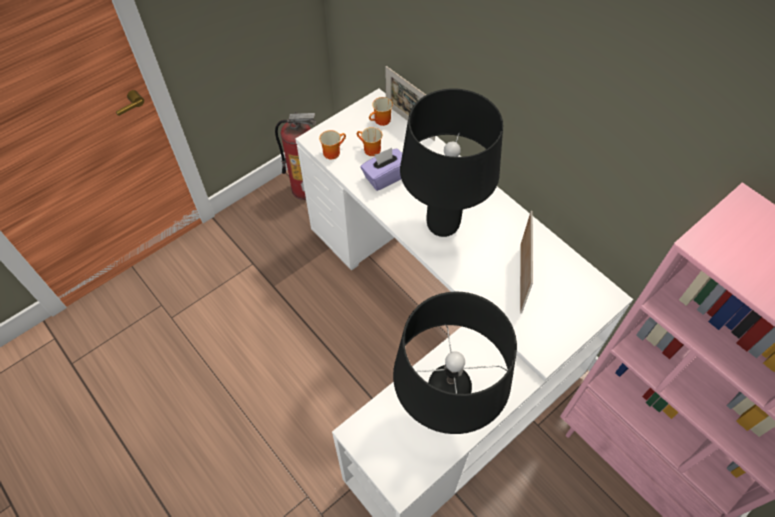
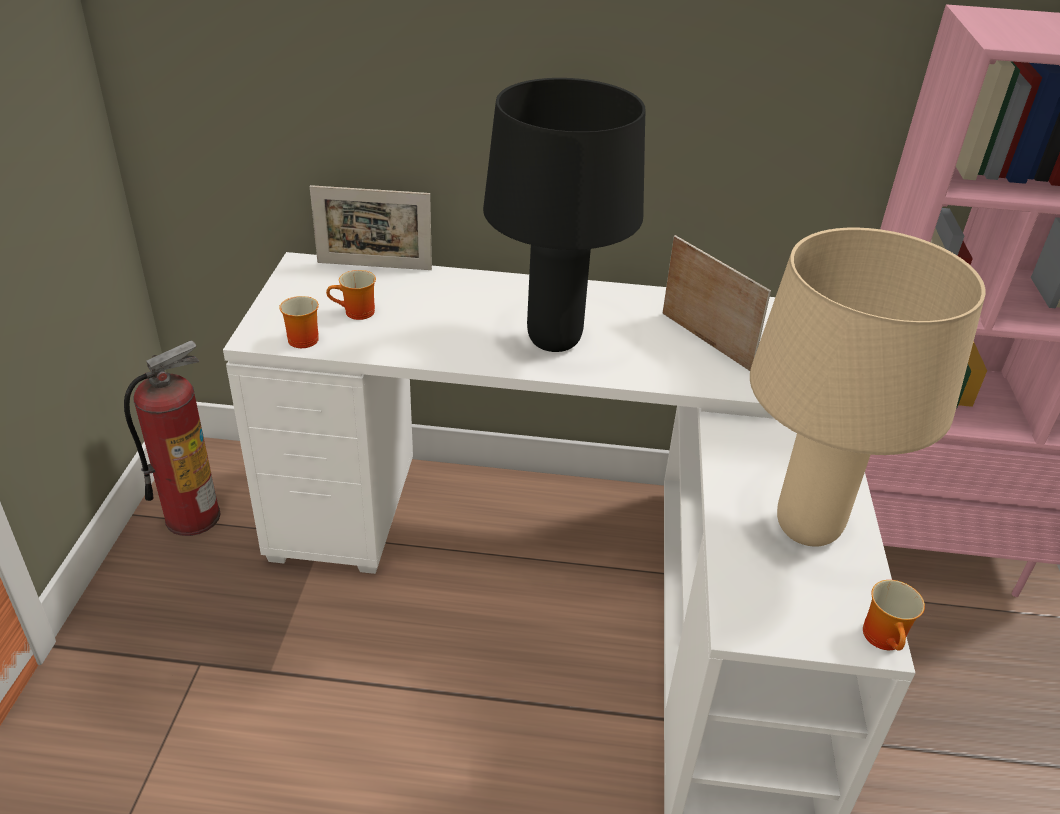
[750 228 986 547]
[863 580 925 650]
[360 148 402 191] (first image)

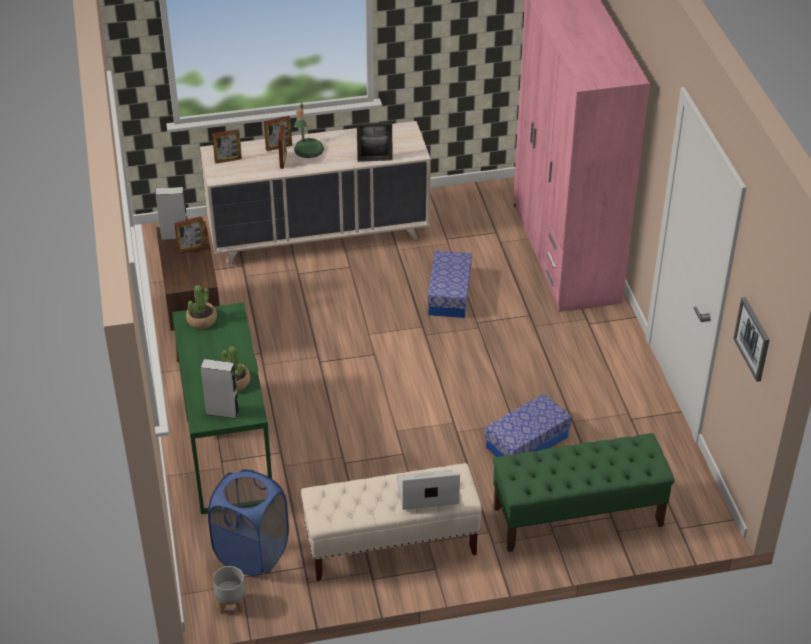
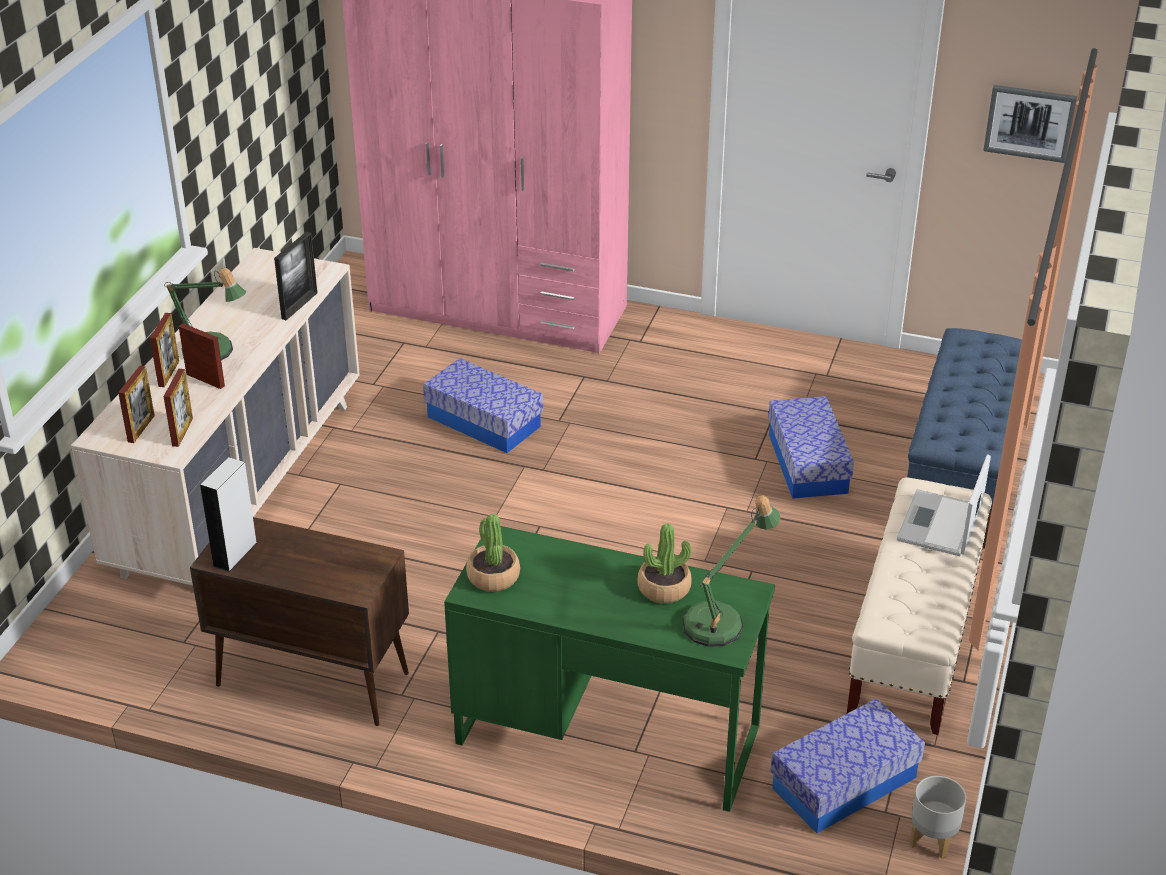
[163 369 193 447]
[682 495 781 647]
[770 699 925 833]
[907 328 1022 549]

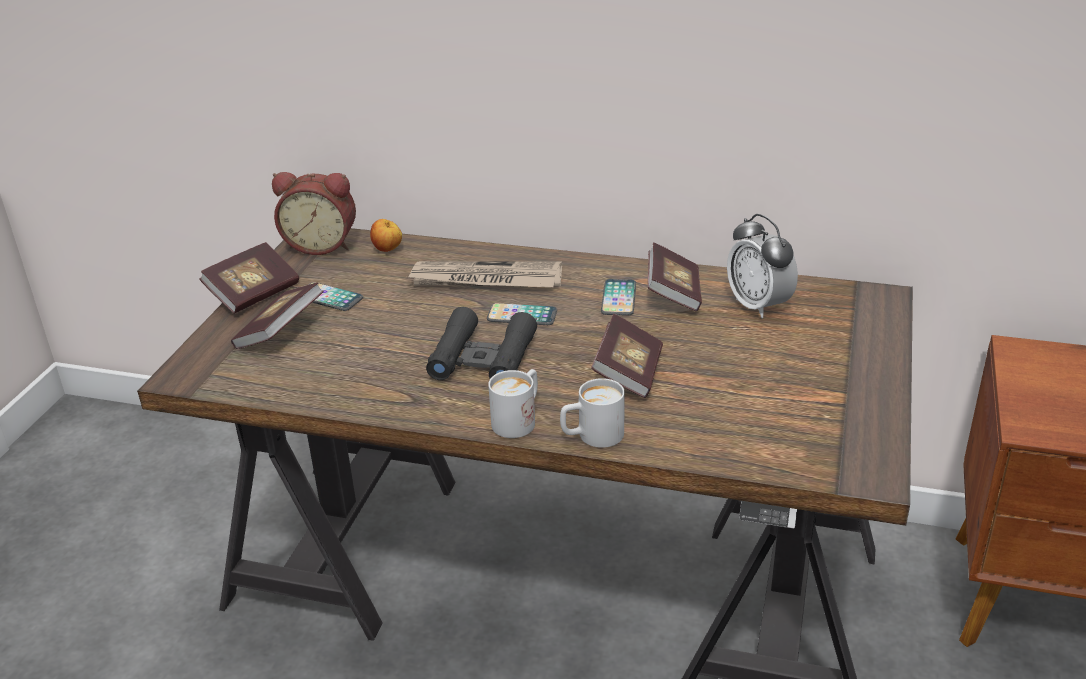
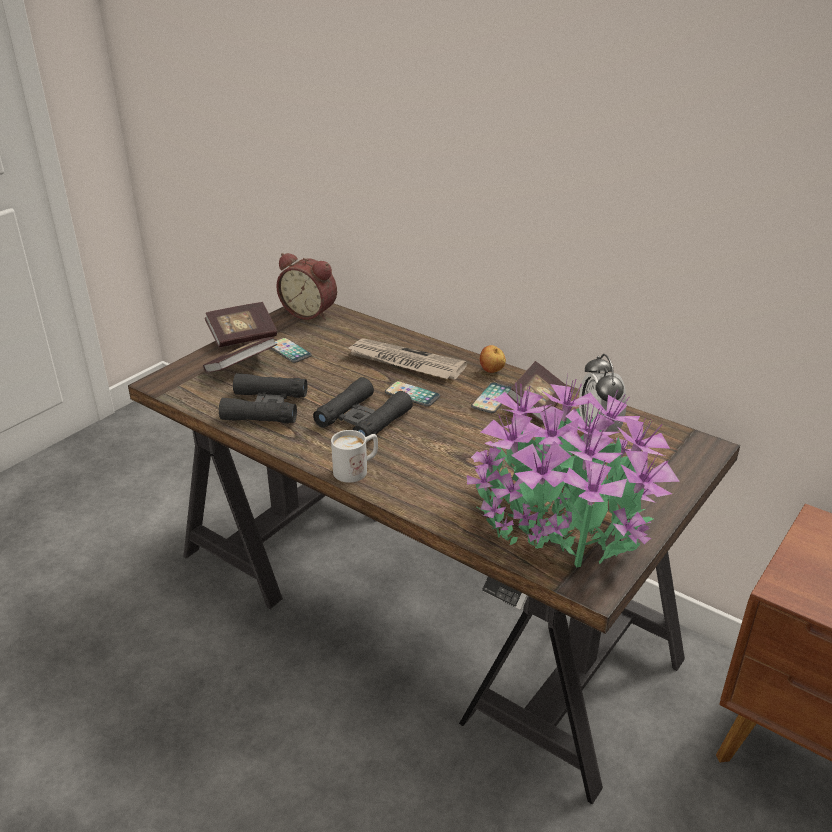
[219 373 308 424]
[467 373 680 568]
[480 345 506 373]
[560 378 625 448] (first image)
[591 314 663 398] (first image)

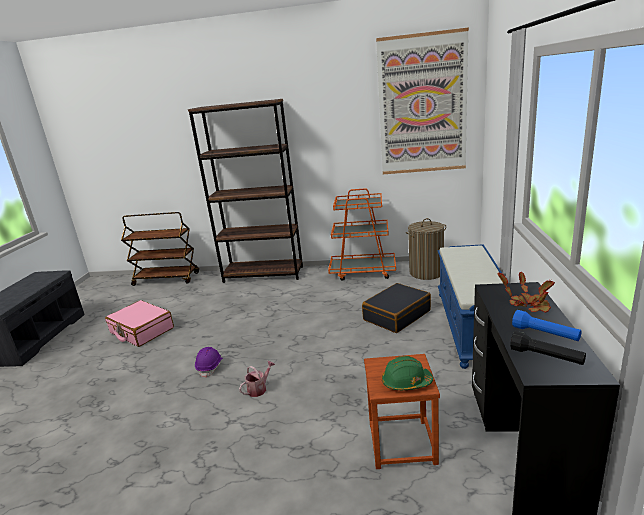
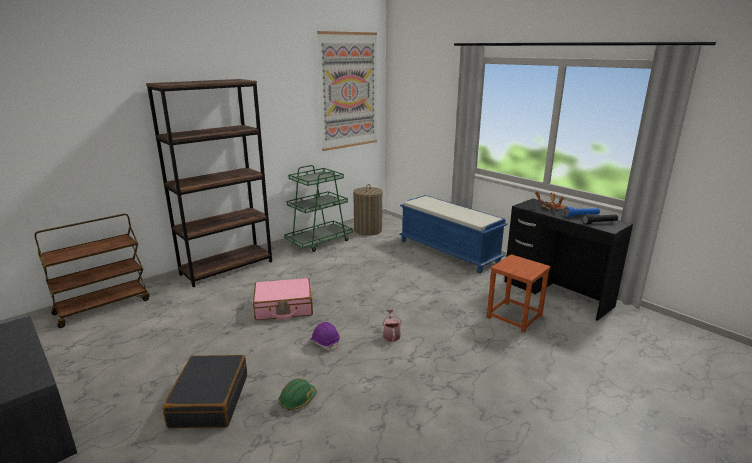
[163 355 247 428]
[253 278 313 320]
[279 378 317 410]
[284 165 353 252]

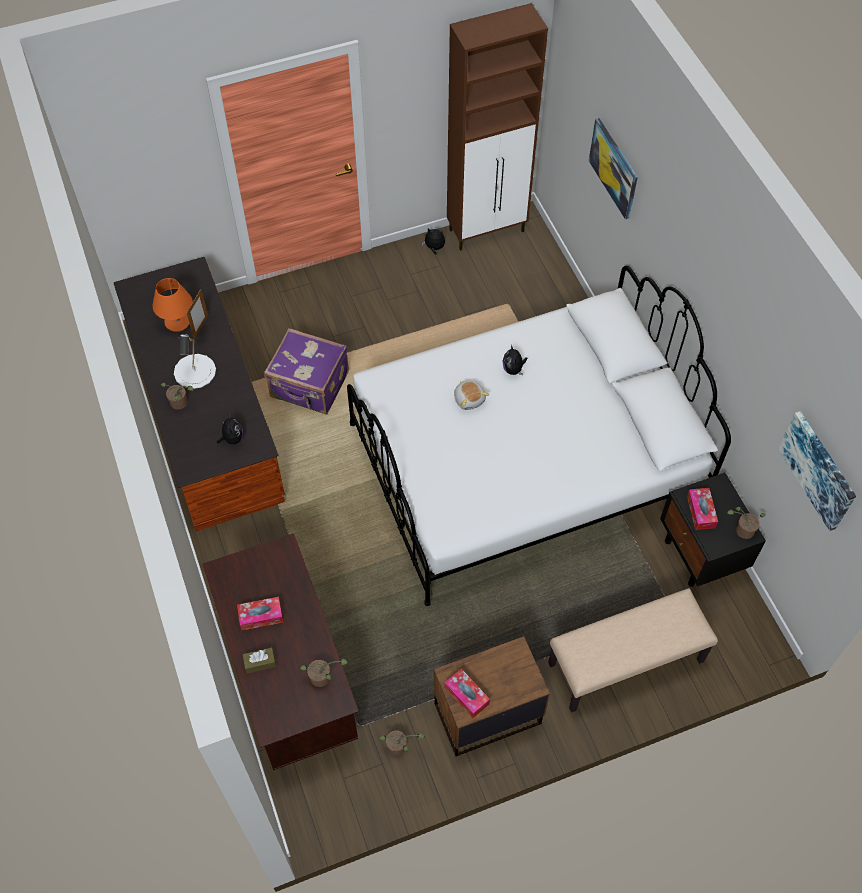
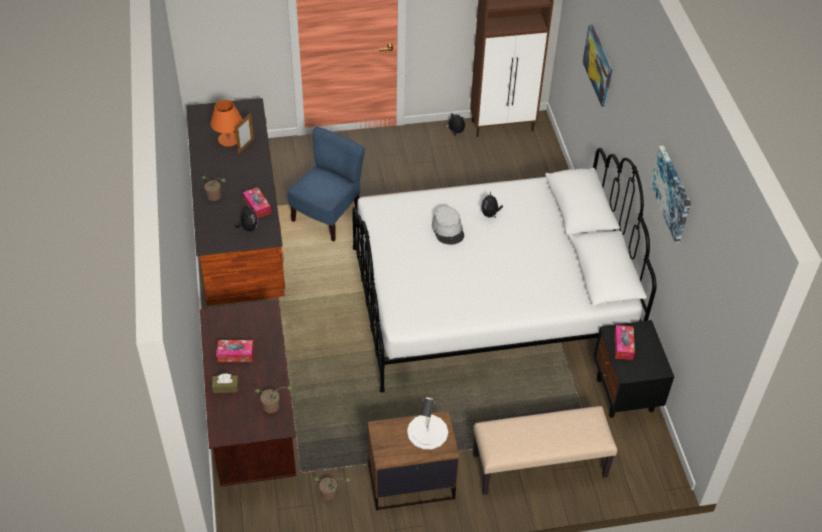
[243 187 271 218]
[287 127 365 242]
[407 397 448 449]
[432 206 464 245]
[650 146 691 243]
[726 507 766 539] (first image)

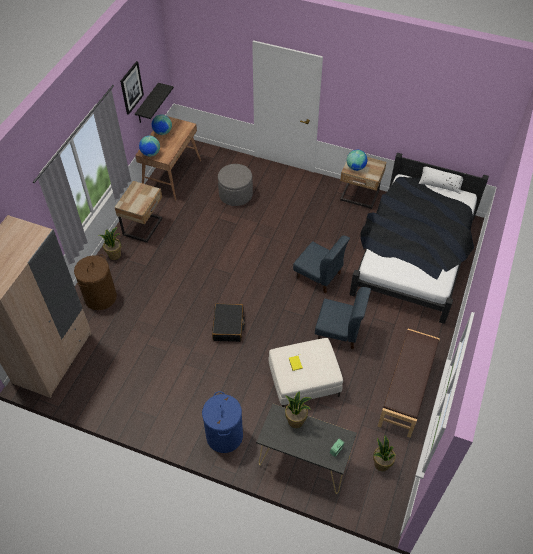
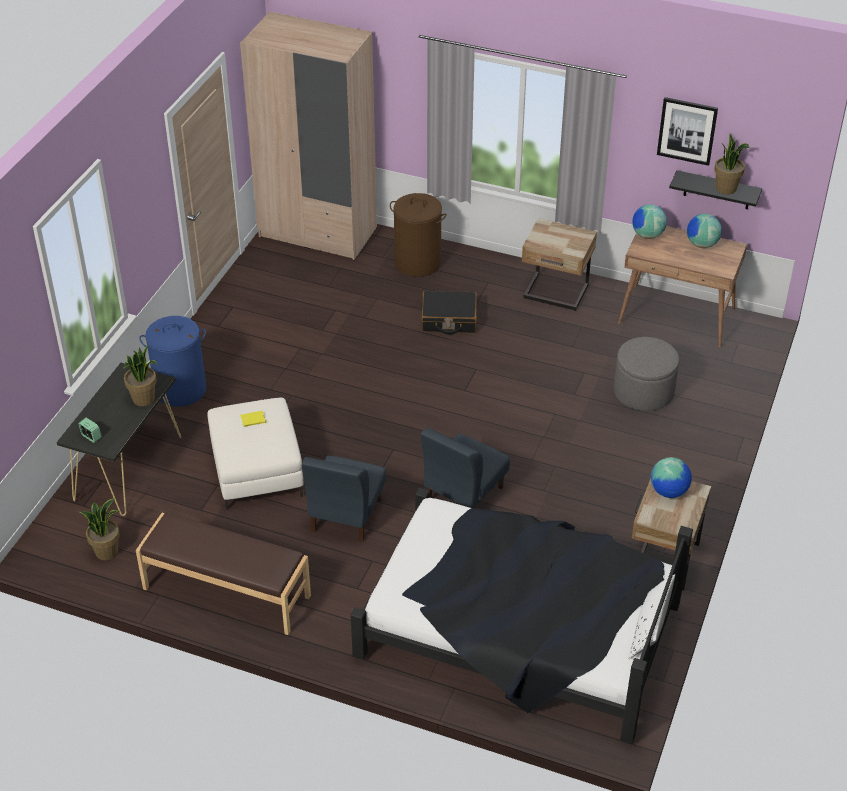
[421 291 477 334]
[714 134 750 195]

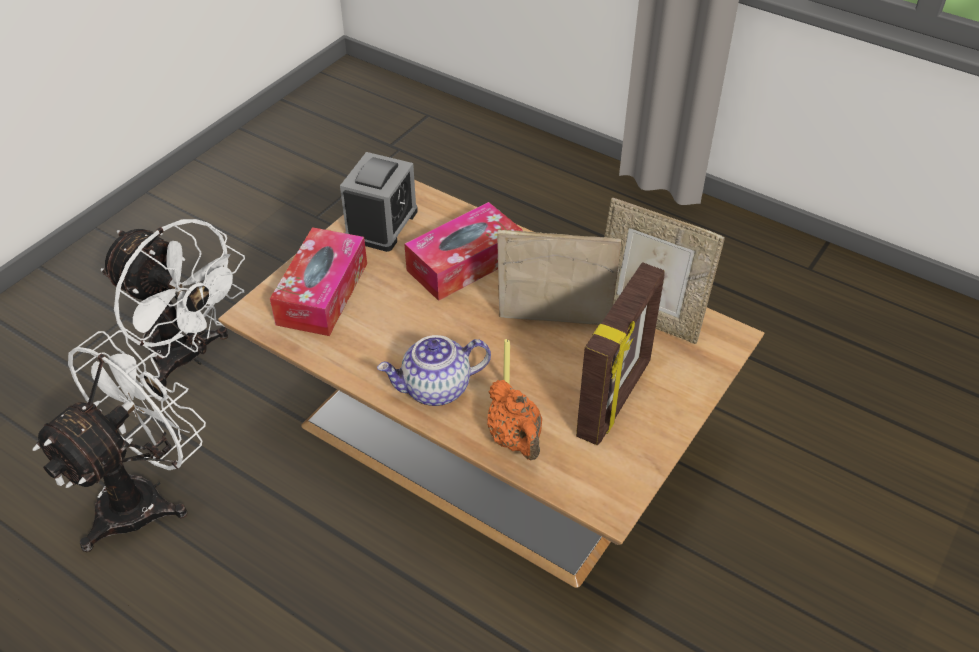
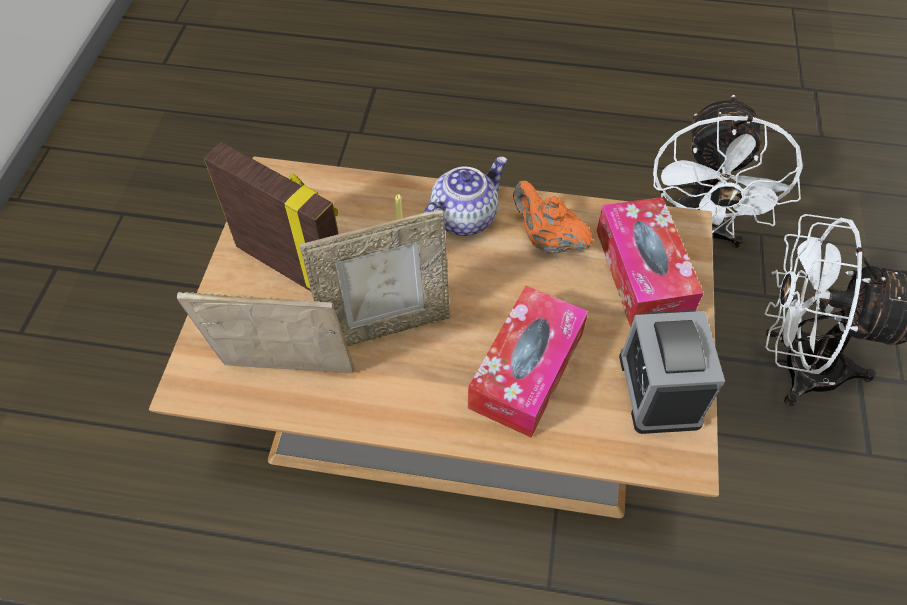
[204 142 339 291]
[513 181 593 254]

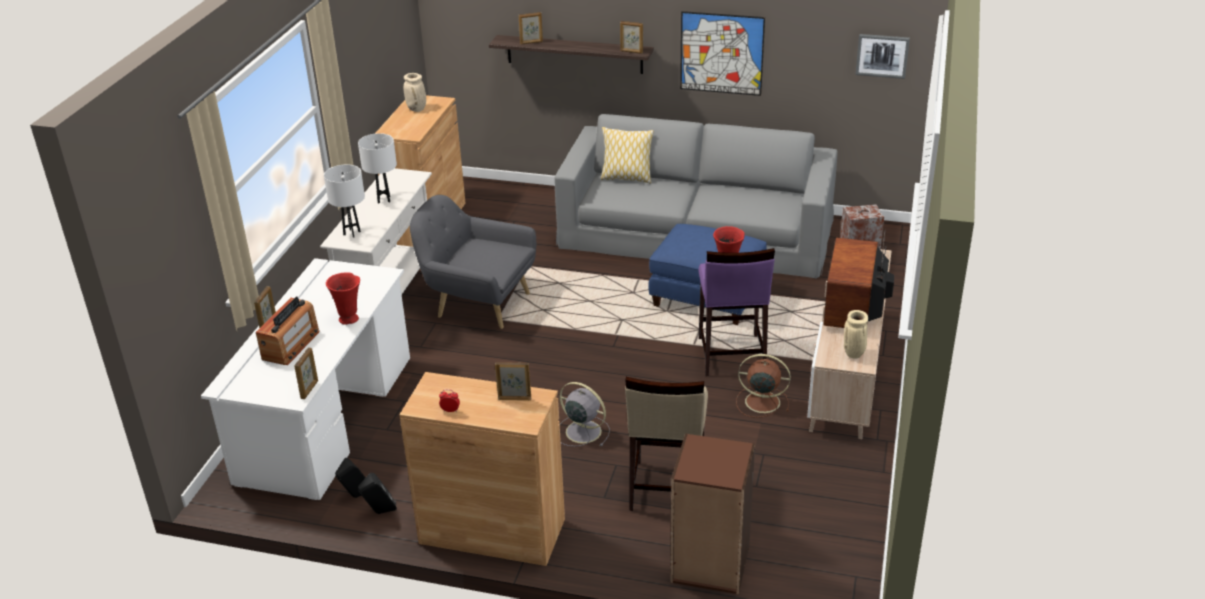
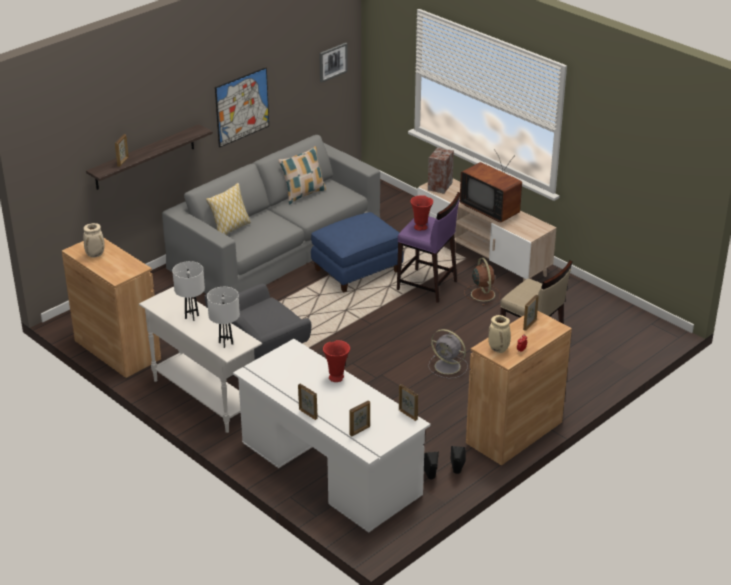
[278 146 326 204]
[349 400 370 437]
[428 329 468 379]
[464 258 500 306]
[488 315 511 353]
[256 296 320 365] (first image)
[670 433 755 594] (first image)

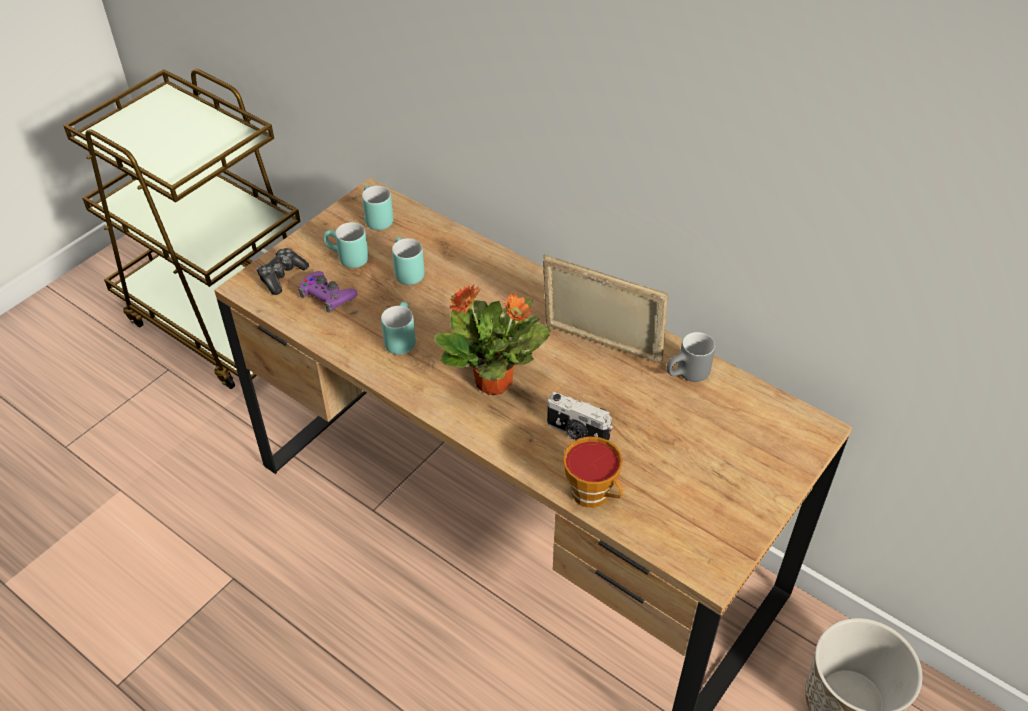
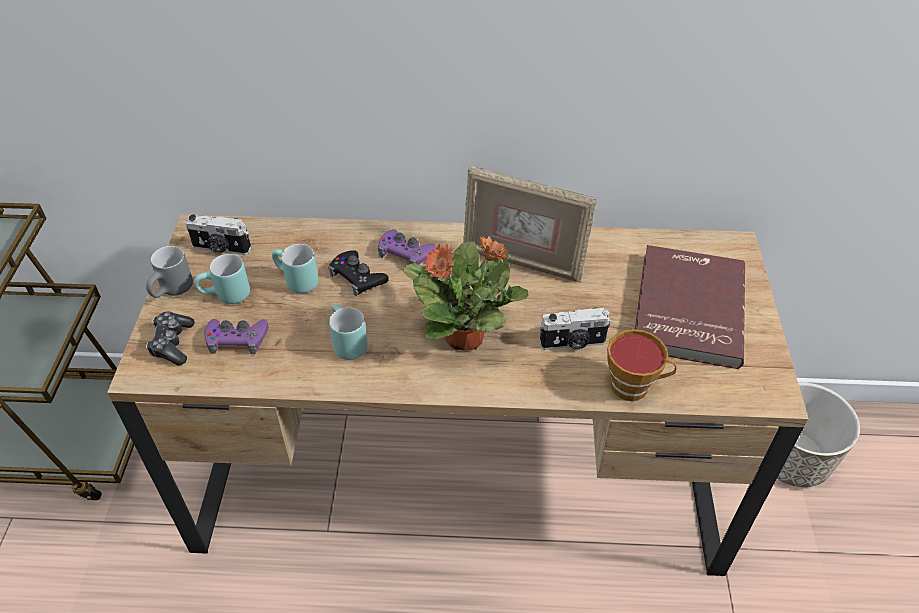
[146 246 193 298]
[185 214 251 255]
[328 250 389 296]
[378 229 436 264]
[463 166 597 283]
[635 245 745 369]

